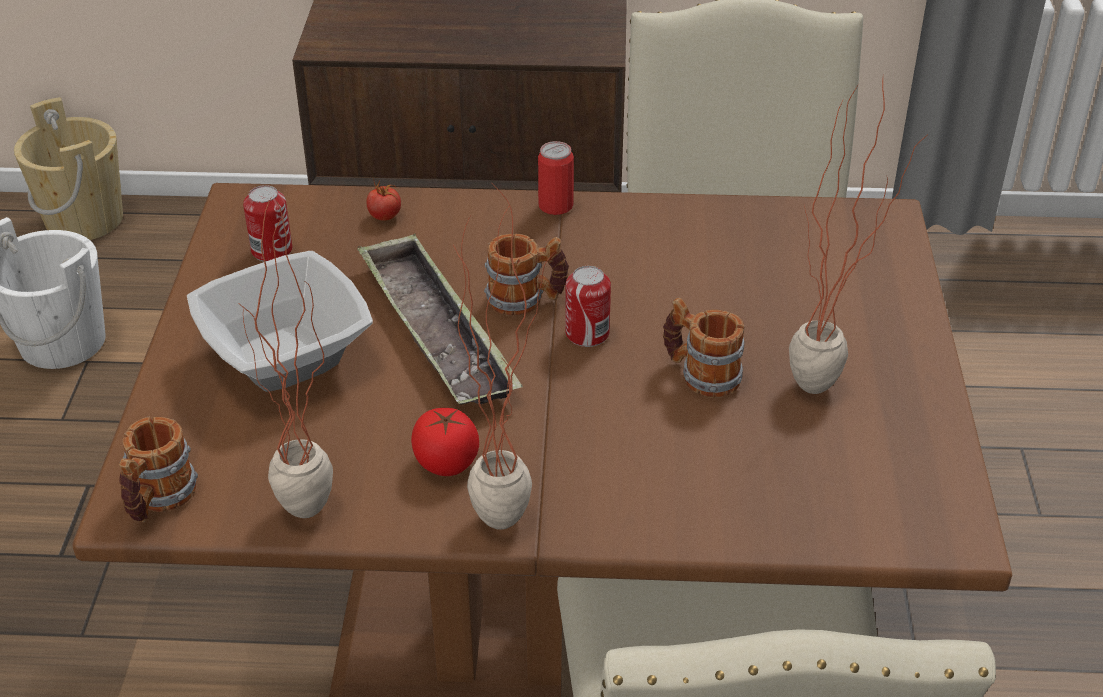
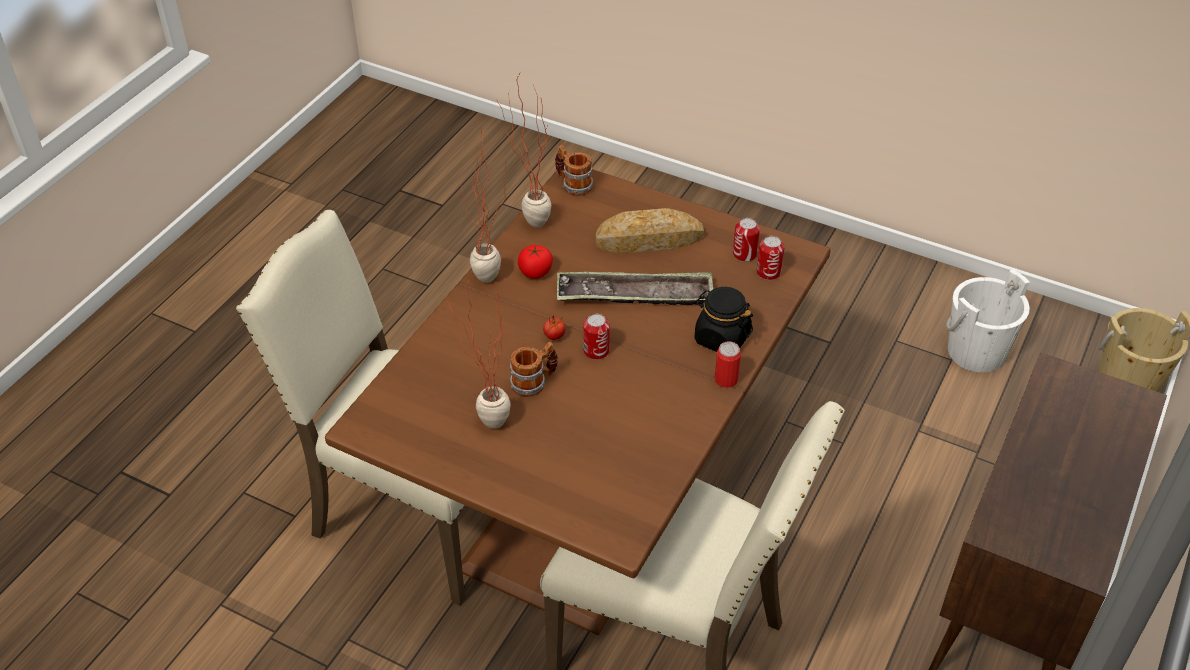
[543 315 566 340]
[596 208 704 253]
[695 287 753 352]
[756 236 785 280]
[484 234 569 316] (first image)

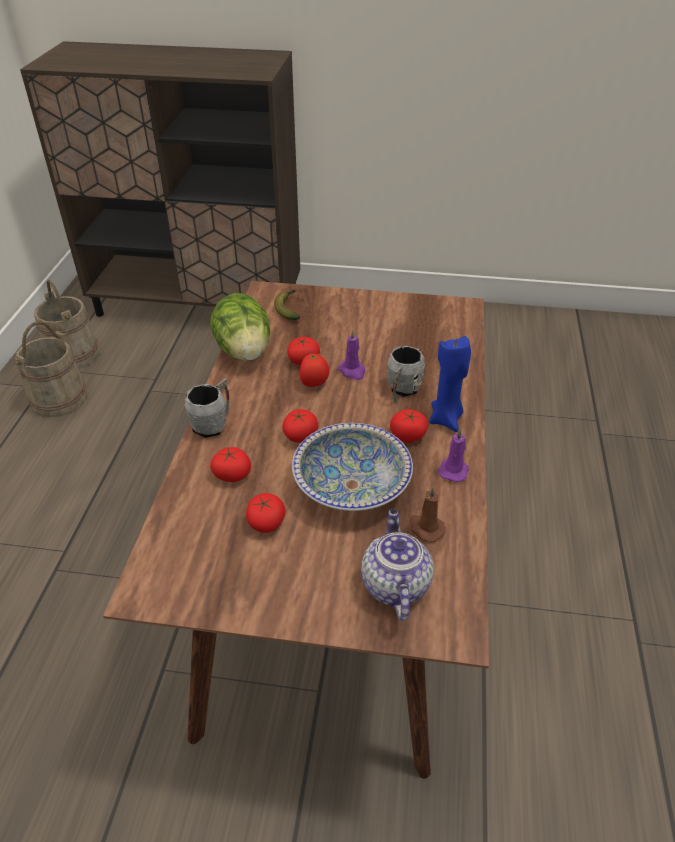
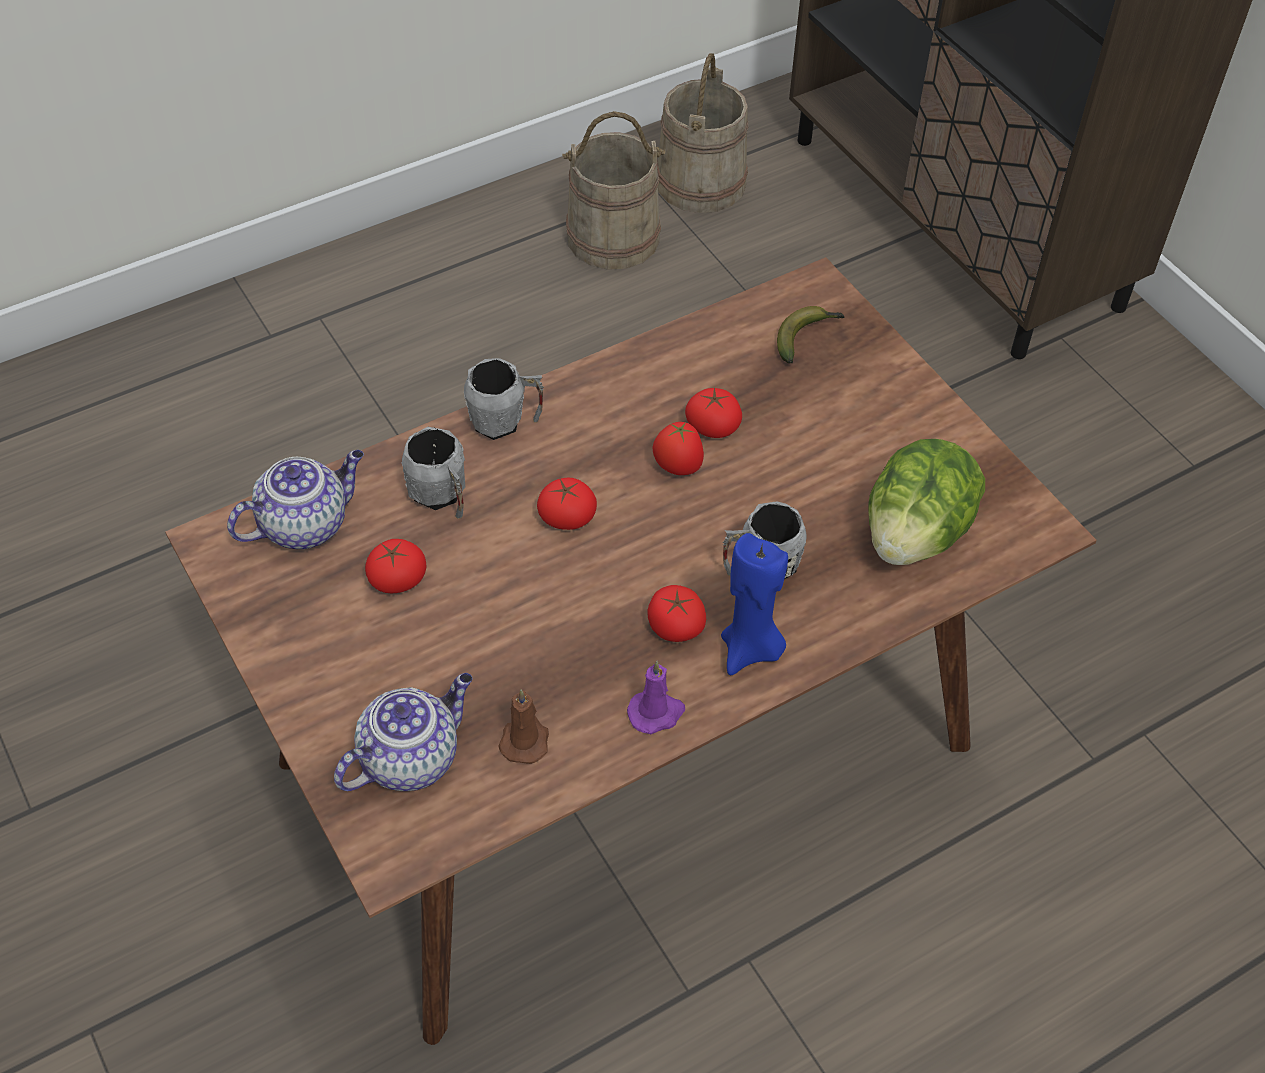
[227 450 364 549]
[402 427 465 519]
[868 439 985 565]
[292 423 413 511] (first image)
[338 329 365 380] (first image)

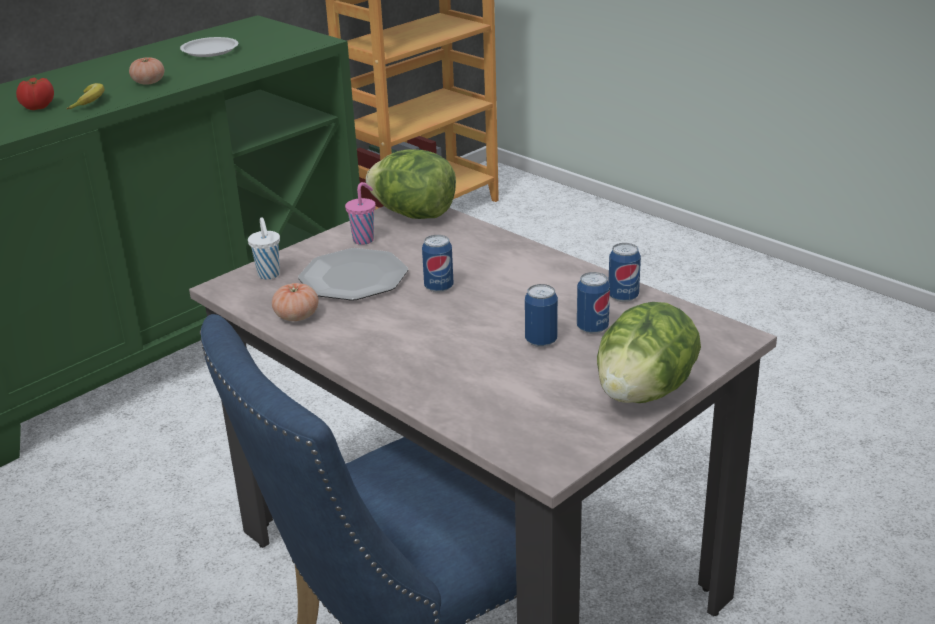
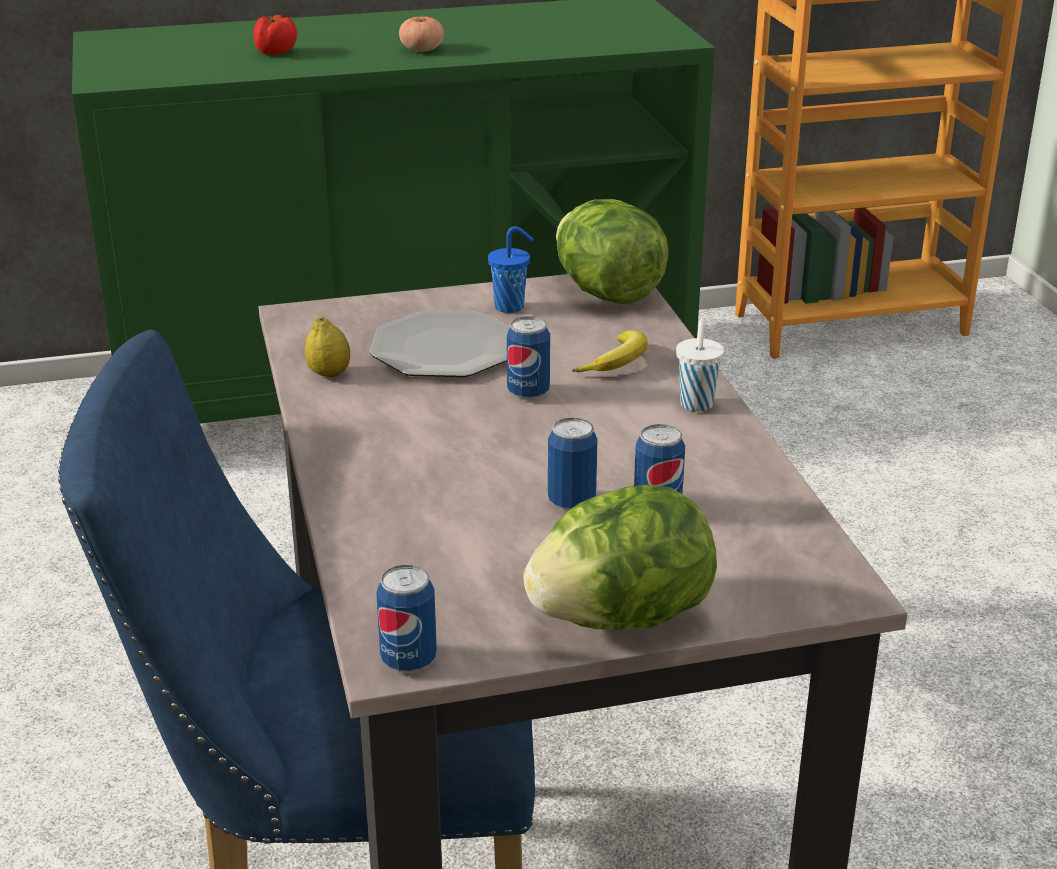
[305 317 350 377]
[376 565 437 673]
[488 226 533 313]
[572 330 648 372]
[676 319 724 412]
[180 37 238 57] (first image)

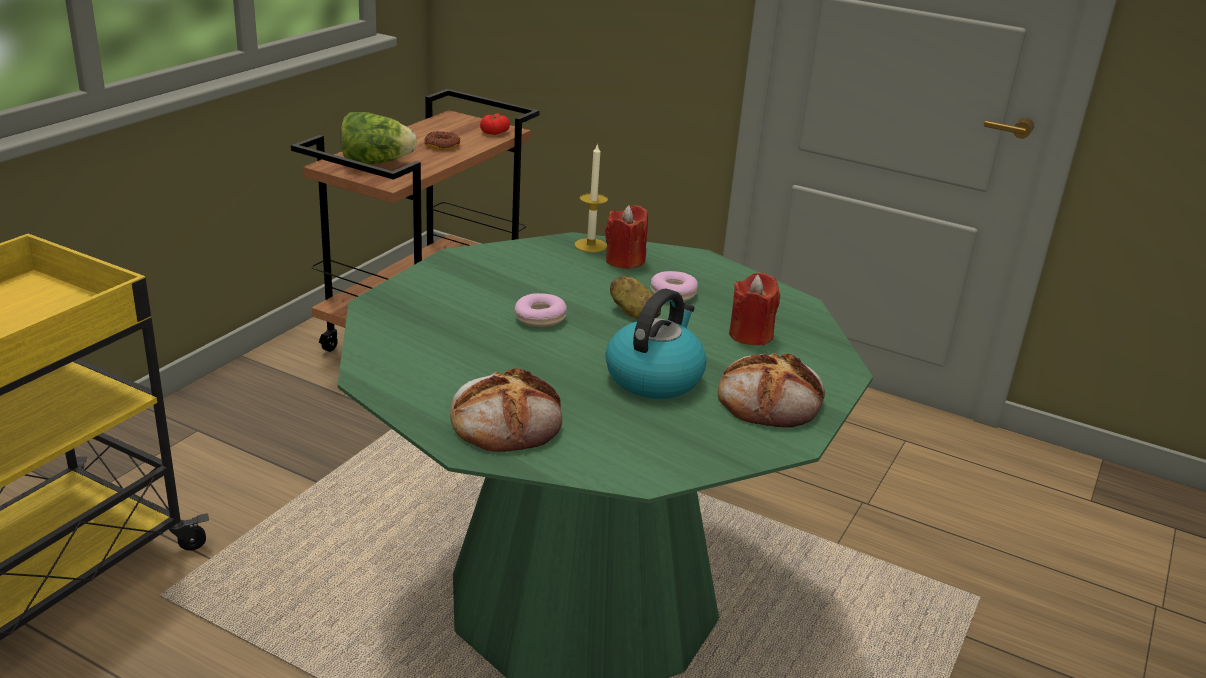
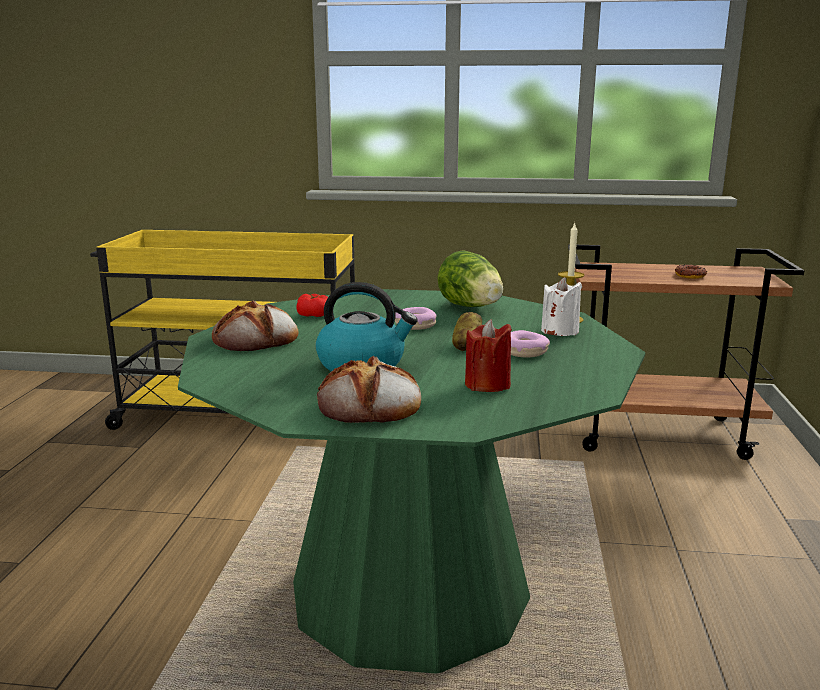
[296 294 328 317]
[437 250 503 307]
[541 277 582 336]

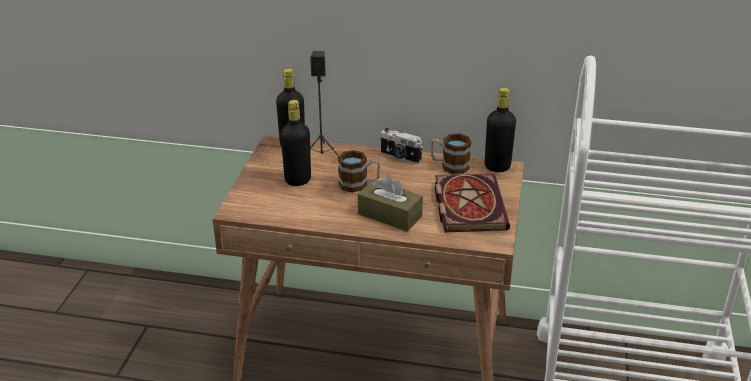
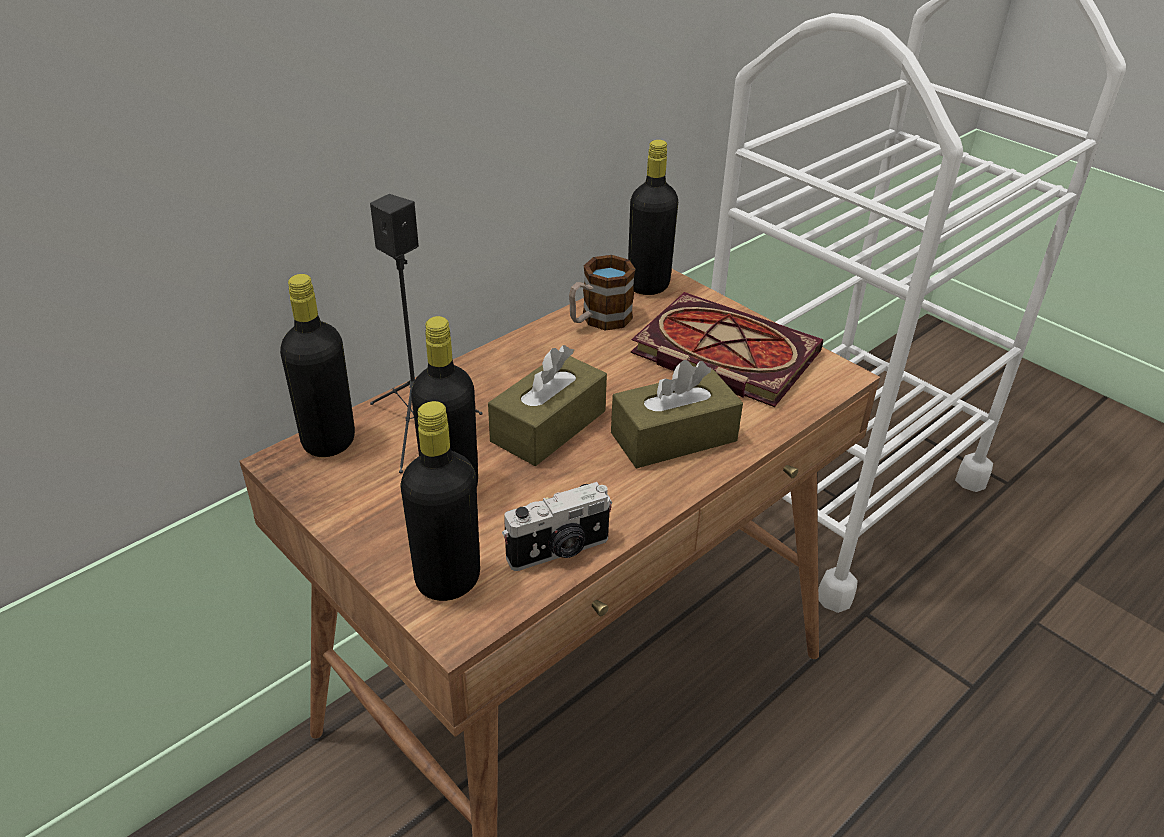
[401 401 480 601]
[488 345 607 466]
[502 482 612 571]

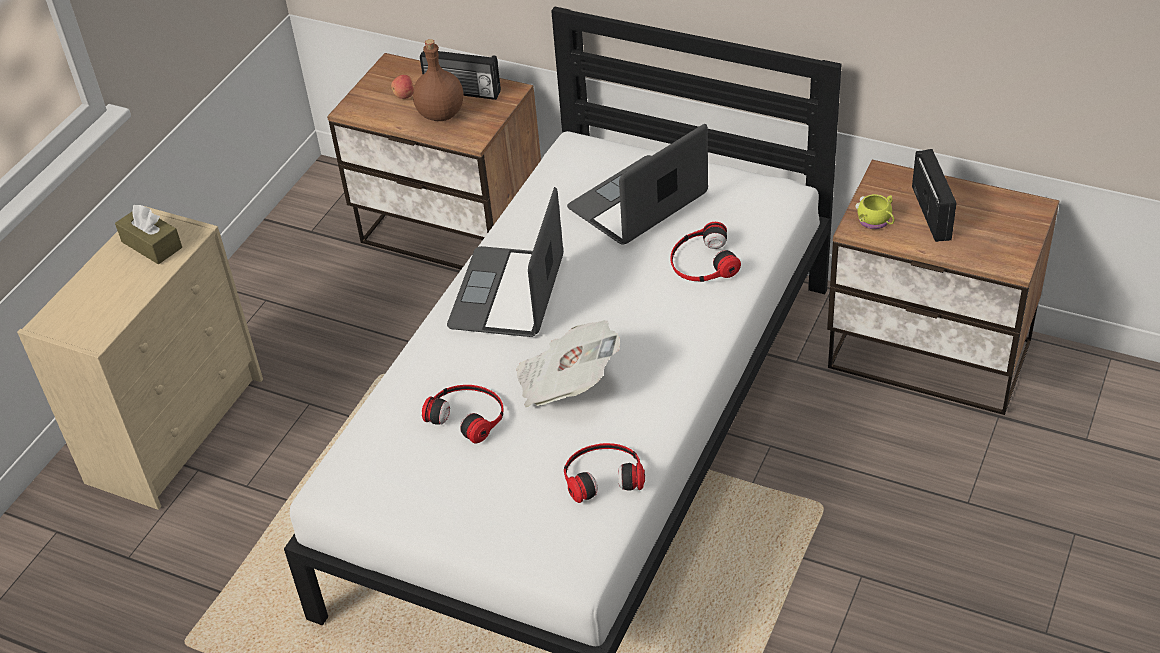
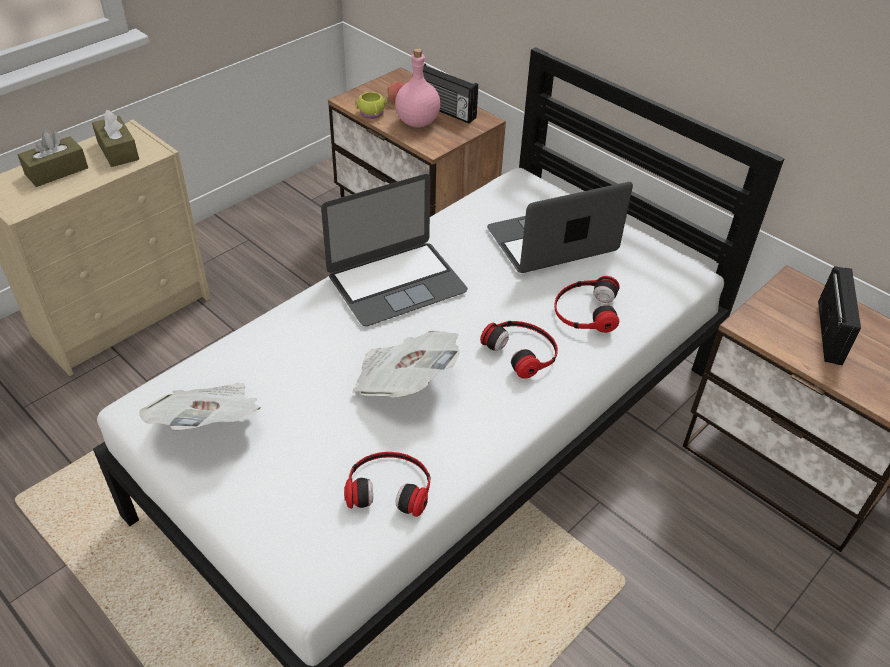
[18 131 88 187]
[139 383 260 430]
[321 174 468 326]
[355 92 388 119]
[395 48 441 127]
[480 321 558 379]

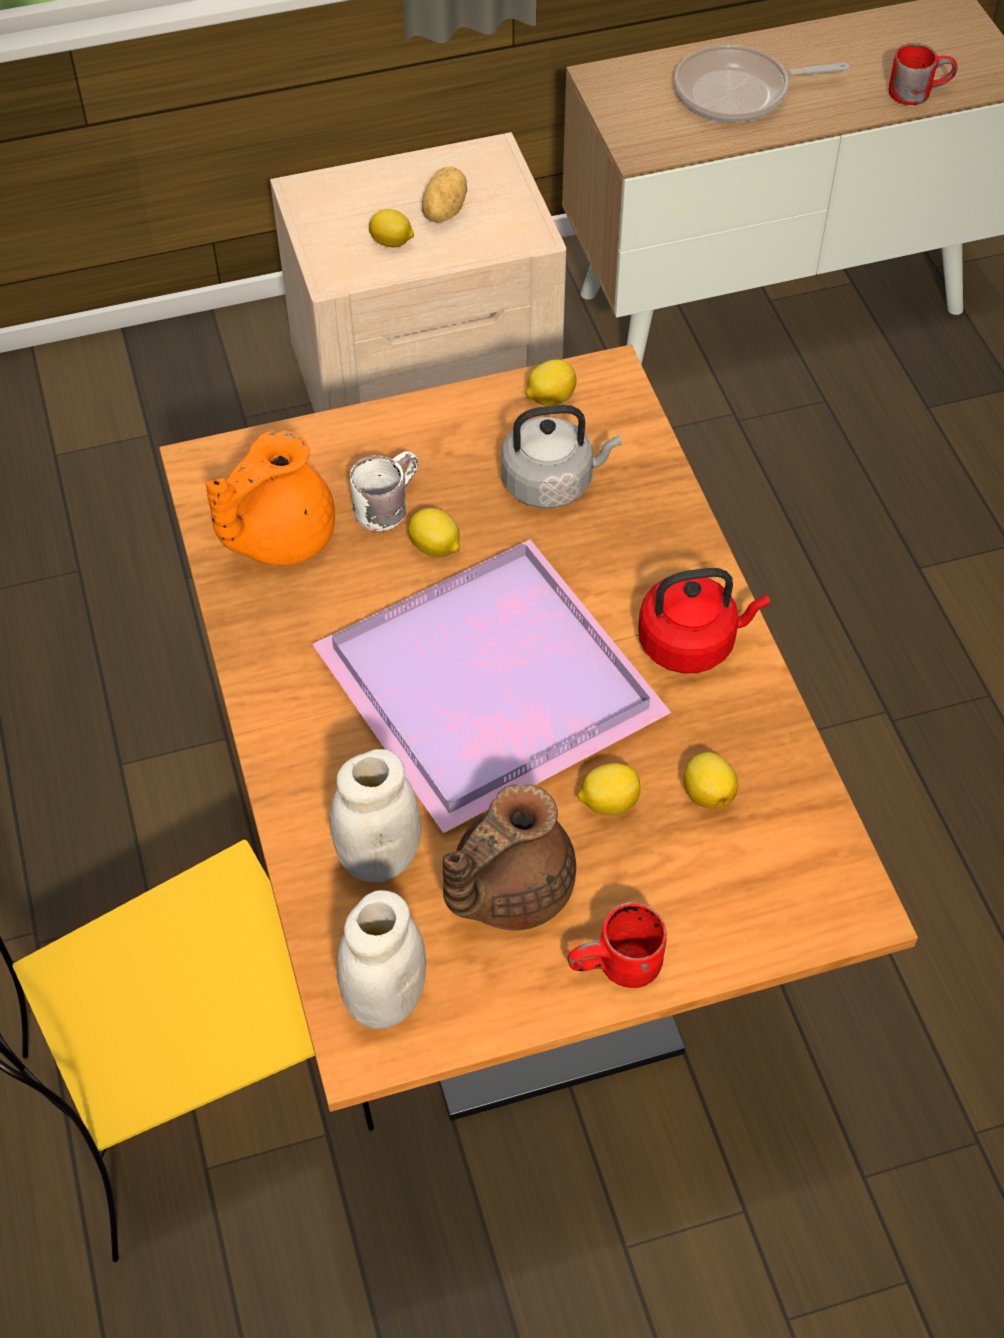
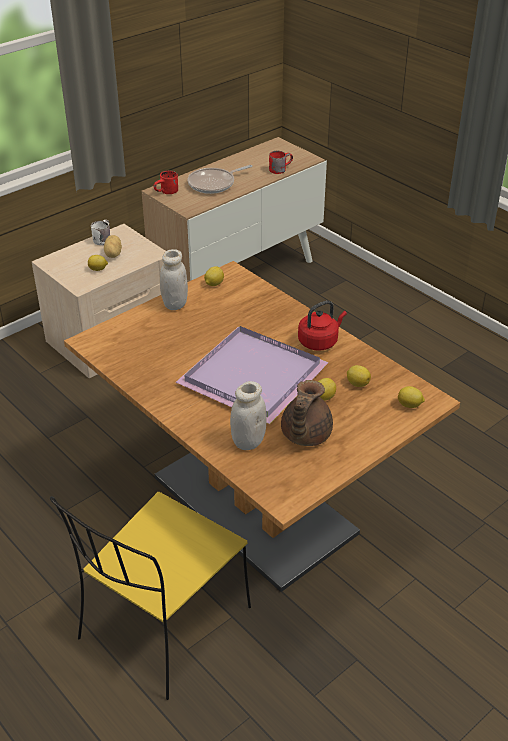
[91 220 110 245]
[154 171 178 194]
[160 249 188 310]
[398 386 425 408]
[206 431 335 566] (first image)
[501 405 622 508] (first image)

